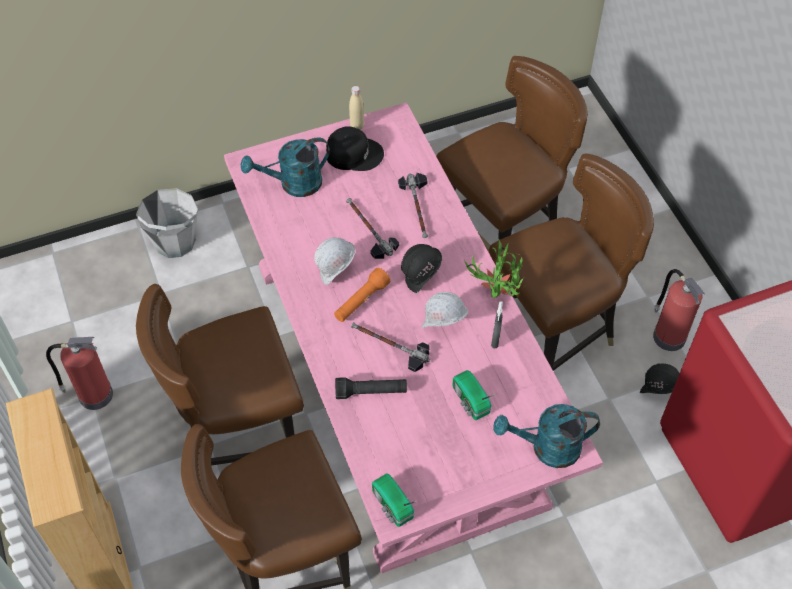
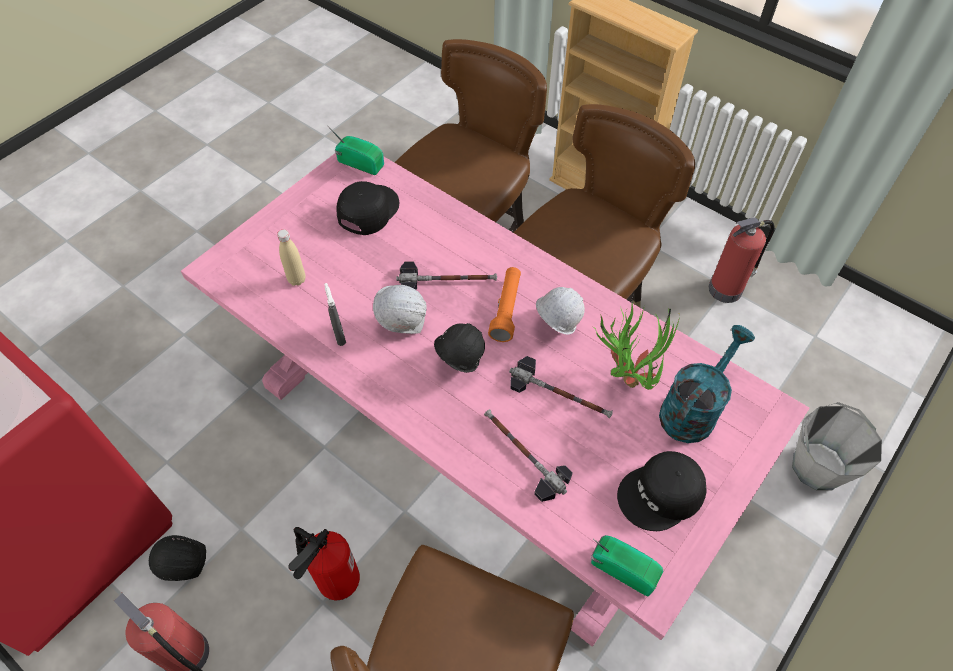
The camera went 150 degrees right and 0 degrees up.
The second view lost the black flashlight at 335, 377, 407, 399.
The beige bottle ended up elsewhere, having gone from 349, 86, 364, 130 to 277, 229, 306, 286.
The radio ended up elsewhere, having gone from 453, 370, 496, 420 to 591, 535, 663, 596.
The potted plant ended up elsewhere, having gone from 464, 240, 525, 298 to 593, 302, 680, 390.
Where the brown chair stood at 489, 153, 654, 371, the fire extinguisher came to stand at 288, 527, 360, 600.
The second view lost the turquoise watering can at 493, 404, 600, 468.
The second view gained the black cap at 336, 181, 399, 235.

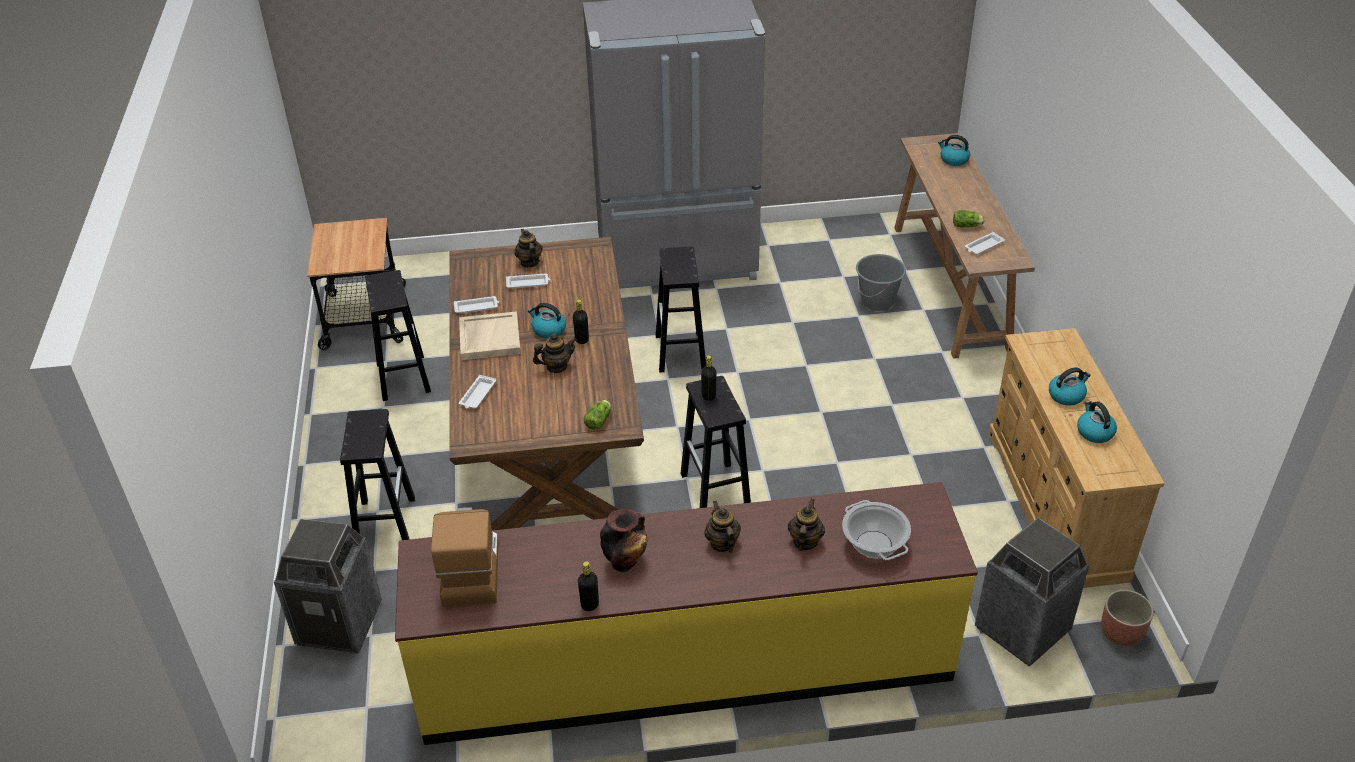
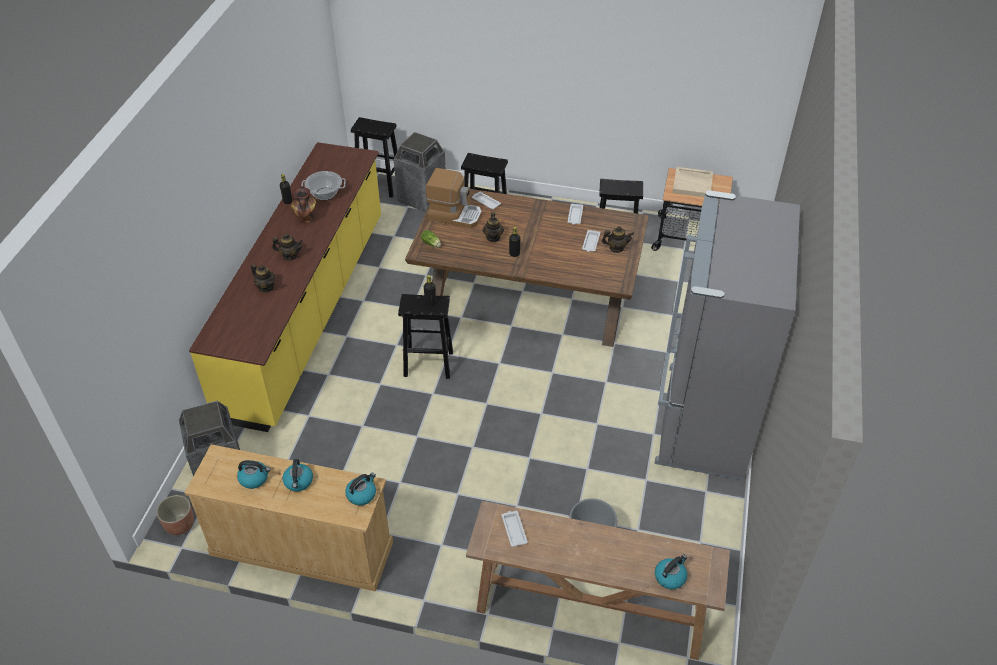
The camera went 110 degrees right and 5 degrees up.
The coffee machine ended up elsewhere, having gone from 431, 507, 499, 607 to 426, 168, 482, 228.
The beige tray ended up elsewhere, having gone from 459, 311, 521, 360 to 672, 167, 713, 197.
The kettle ended up elsewhere, having gone from 528, 303, 566, 339 to 345, 473, 376, 506.
The black stool ended up elsewhere, having gone from 655, 246, 706, 373 to 351, 117, 398, 198.
The cooking pot ended up elsewhere, having gone from 842, 500, 911, 560 to 301, 171, 346, 200.
The second view lost the lettuce at 953, 210, 984, 227.

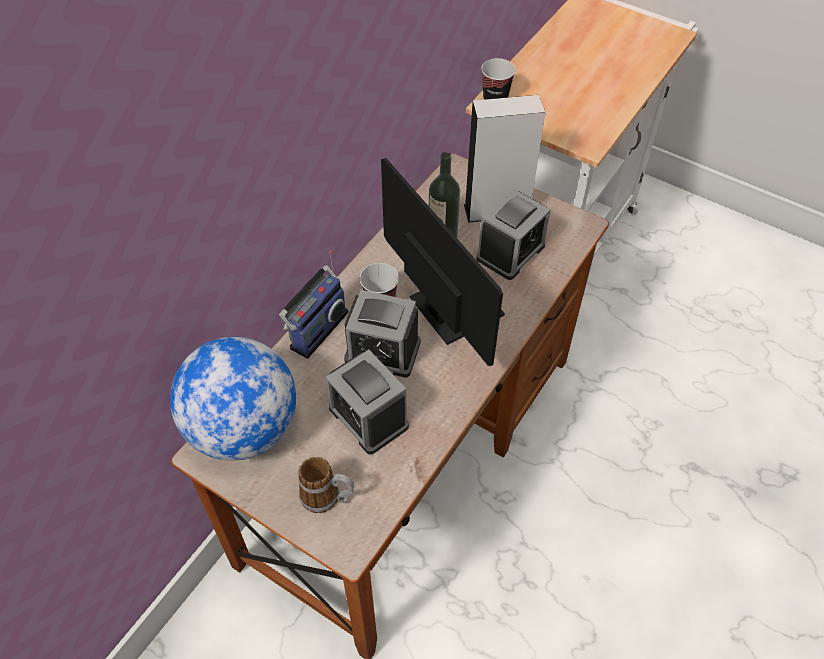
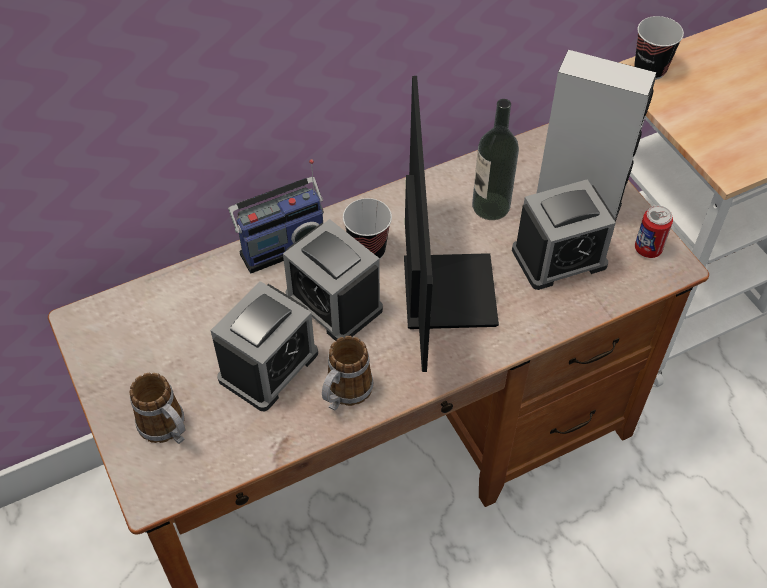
The camera went 30 degrees right and 0 degrees up.
The second view lost the globe at 170, 337, 296, 461.
The alarm clock at 326, 349, 409, 455 ended up facing another way, 135 degrees counterclockwise from before.
The second view gained the mug at 322, 336, 373, 410.
The second view gained the can at 635, 205, 673, 258.

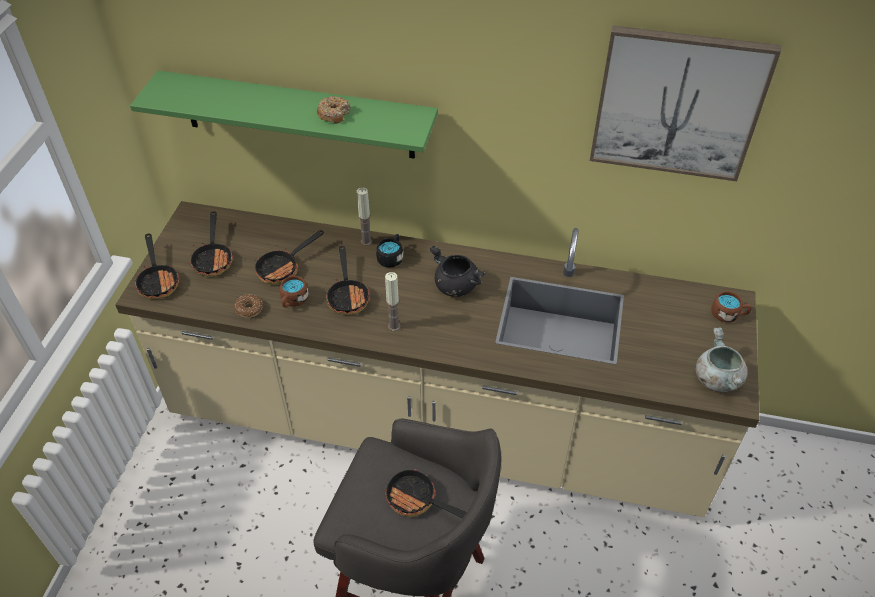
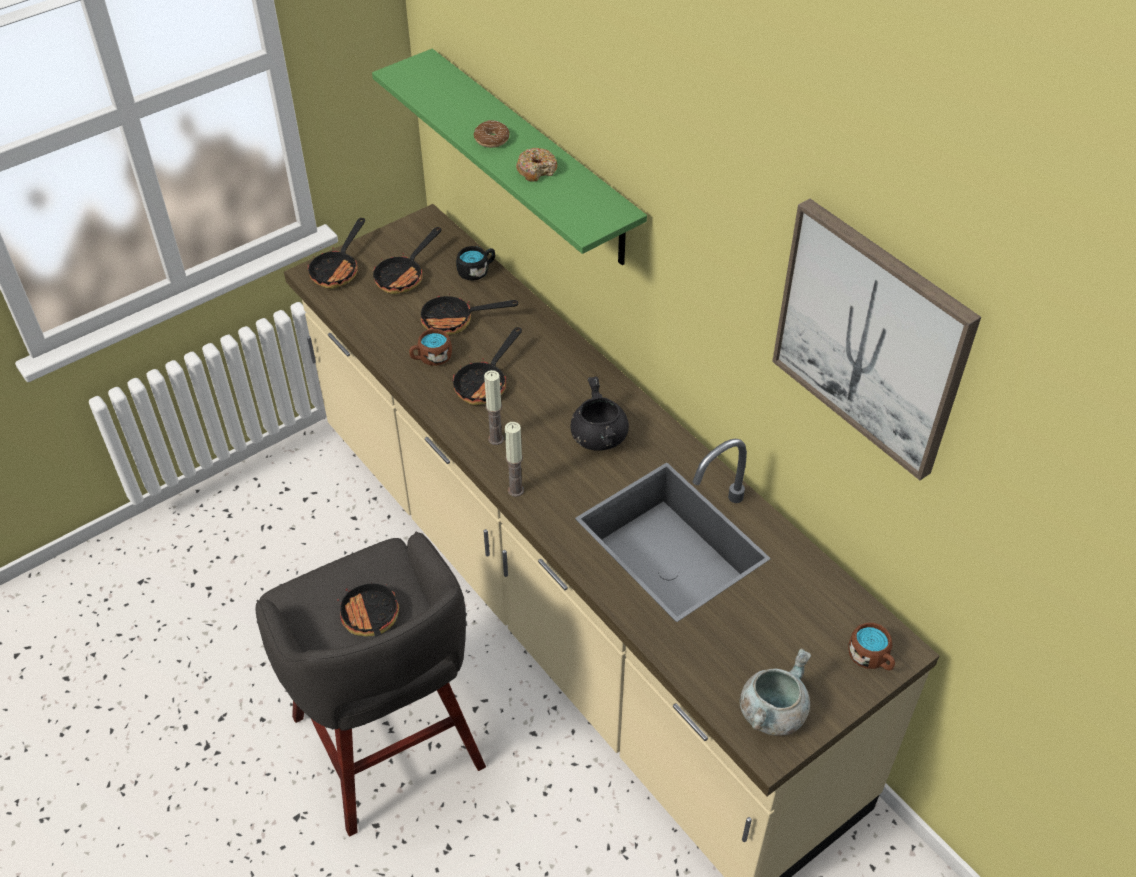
The camera went 40 degrees right and 0 degrees up.
The donut ended up elsewhere, having gone from 234, 294, 263, 318 to 473, 120, 510, 148.
The candle ended up elsewhere, having gone from 357, 187, 372, 246 to 505, 422, 524, 497.
The black mug ended up elsewhere, having gone from 376, 234, 403, 268 to 456, 246, 495, 281.

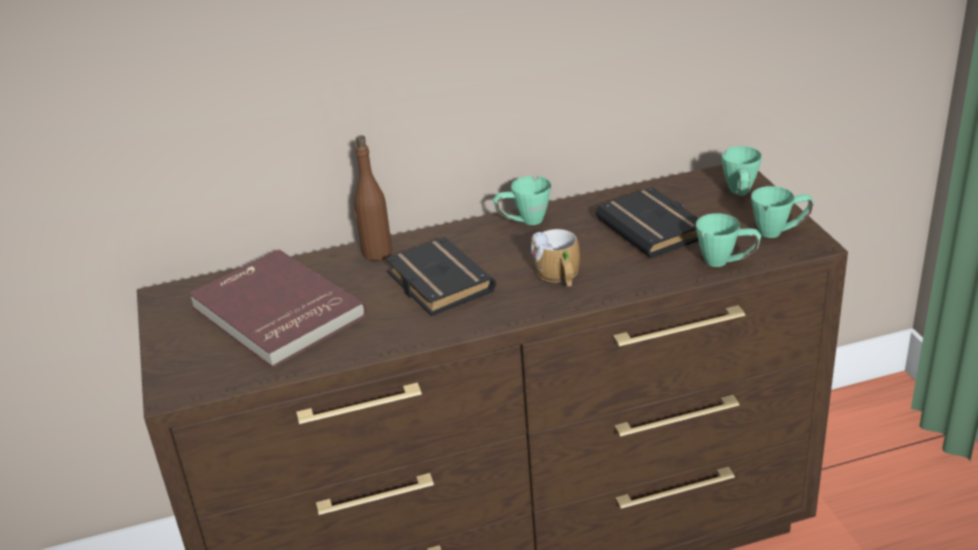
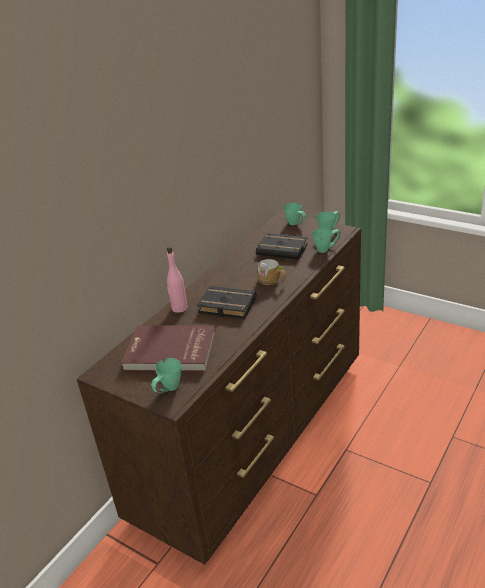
The camera went 40 degrees left and 0 degrees up.
What was the brown bottle at 354, 135, 392, 261 turned into the pink bottle at 167, 246, 188, 313.
The green mug ended up elsewhere, having gone from 493, 176, 551, 225 to 151, 358, 182, 393.

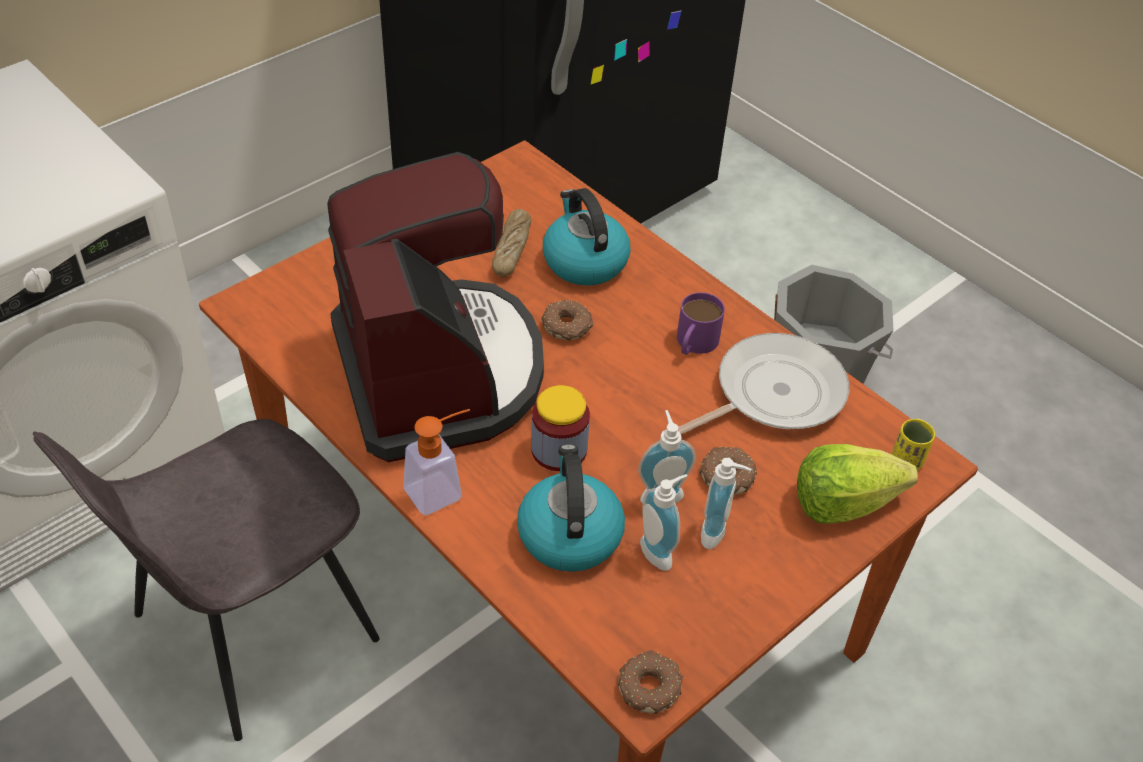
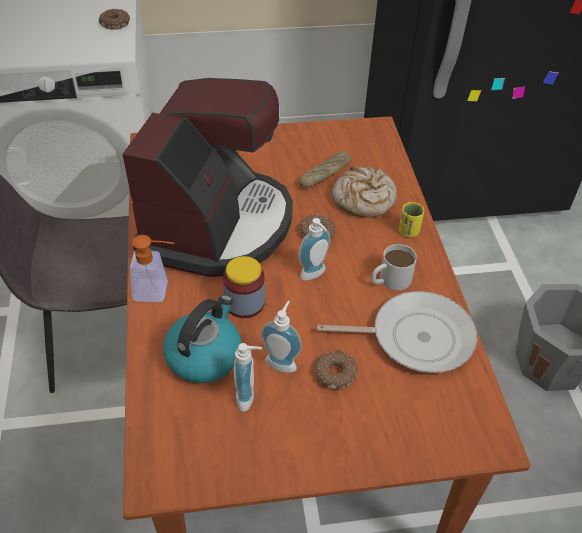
The camera went 35 degrees right and 0 degrees up.
Where the kettle stood at 543, 188, 631, 285, the bread came to stand at 332, 166, 397, 218.
The donut ended up elsewhere, having gone from 618, 650, 683, 714 to 99, 9, 130, 30.
What was the purple mug at 677, 292, 725, 355 turned into the white mug at 371, 244, 417, 290.
The soap dispenser ended up elsewhere, having gone from 701, 458, 751, 549 to 298, 218, 330, 281.
The second view lost the lettuce at 797, 444, 918, 524.
The yellow cup ended up elsewhere, having gone from 891, 419, 935, 471 to 399, 202, 424, 238.

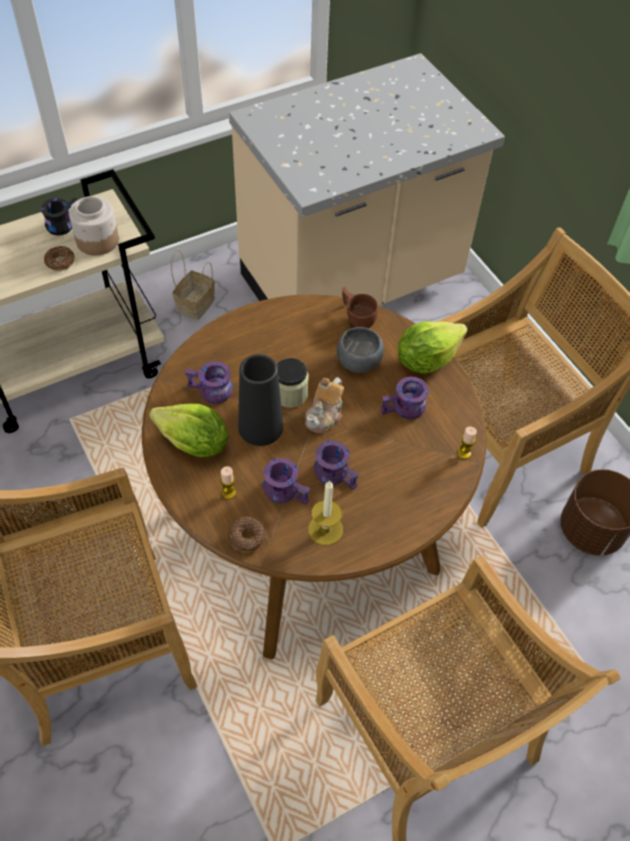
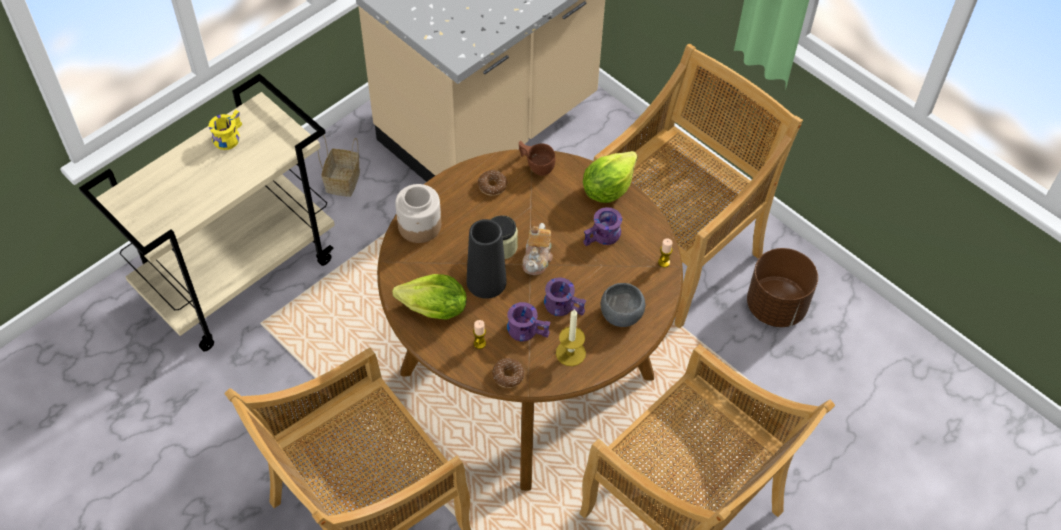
The camera went 15 degrees left and 0 degrees up.
What was the black mug at 41, 198, 78, 235 turned into the yellow mug at 209, 110, 242, 150.
The donut ended up elsewhere, having gone from 44, 246, 75, 271 to 477, 170, 507, 196.
The jar ended up elsewhere, having gone from 69, 196, 119, 256 to 395, 184, 441, 243.
The second view lost the purple mug at 185, 361, 233, 404.
The grey bowl ended up elsewhere, having gone from 337, 327, 384, 373 to 601, 283, 645, 327.

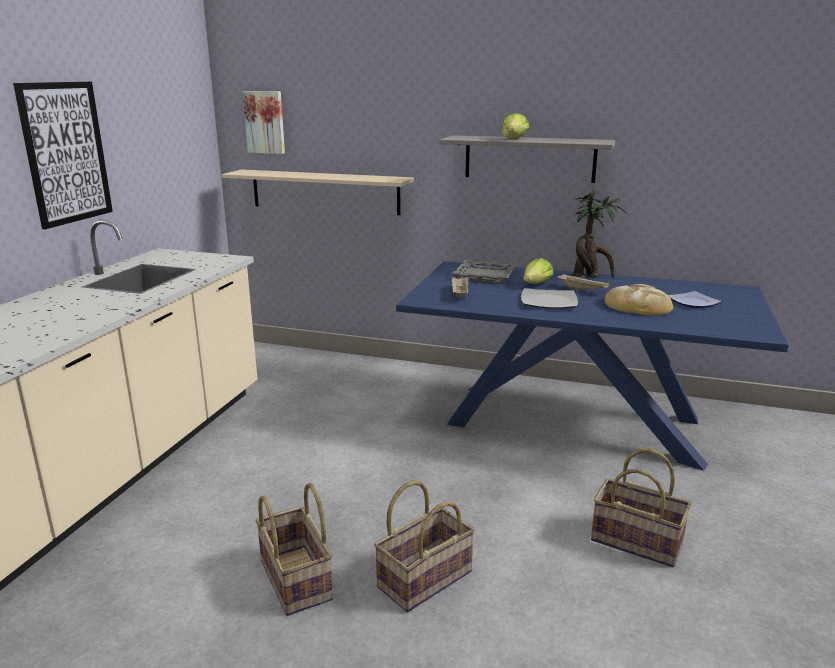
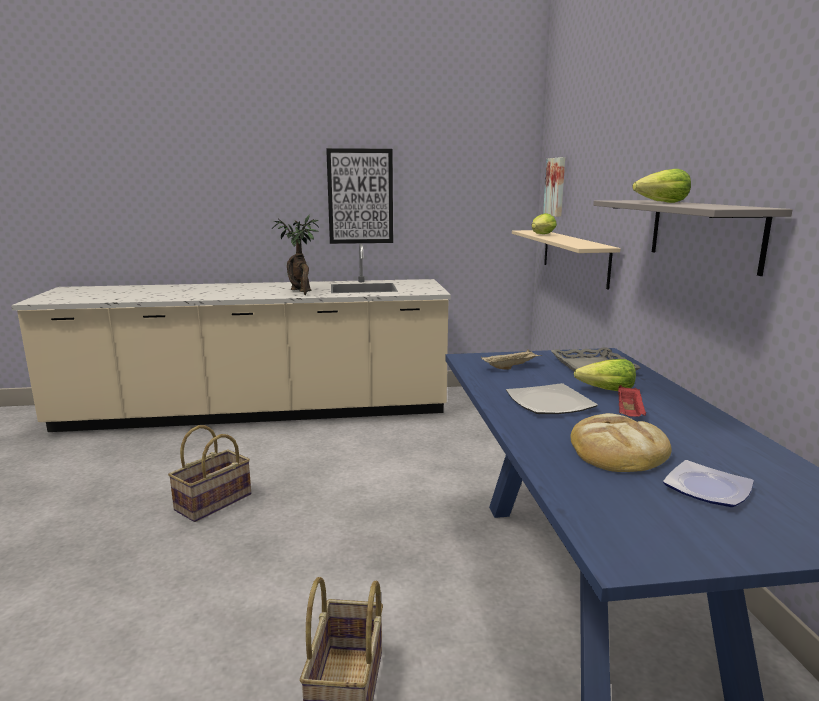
The camera went 65 degrees right and 5 degrees down.
The second view lost the basket at 374, 480, 475, 612.
What was the beige tray at 557, 274, 610, 291 turned into the red tray at 618, 385, 646, 417.
The potted plant ended up elsewhere, having gone from 572, 187, 627, 278 to 272, 215, 319, 295.
The second view gained the lettuce at 531, 213, 557, 234.

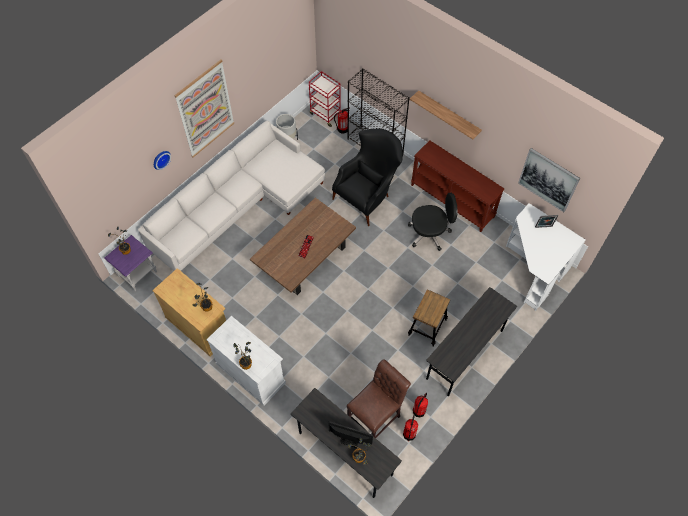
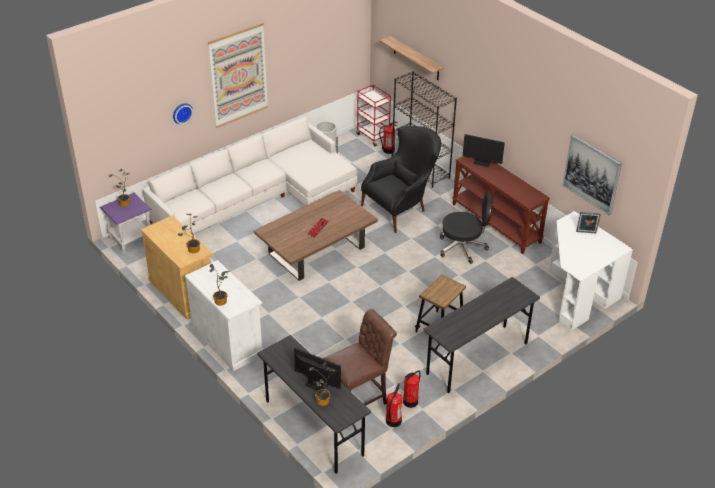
The camera went 10 degrees right and 20 degrees down.
The shelf ended up elsewhere, having gone from 410, 90, 482, 139 to 380, 36, 444, 80.
The second view gained the monitor at 463, 134, 505, 167.

